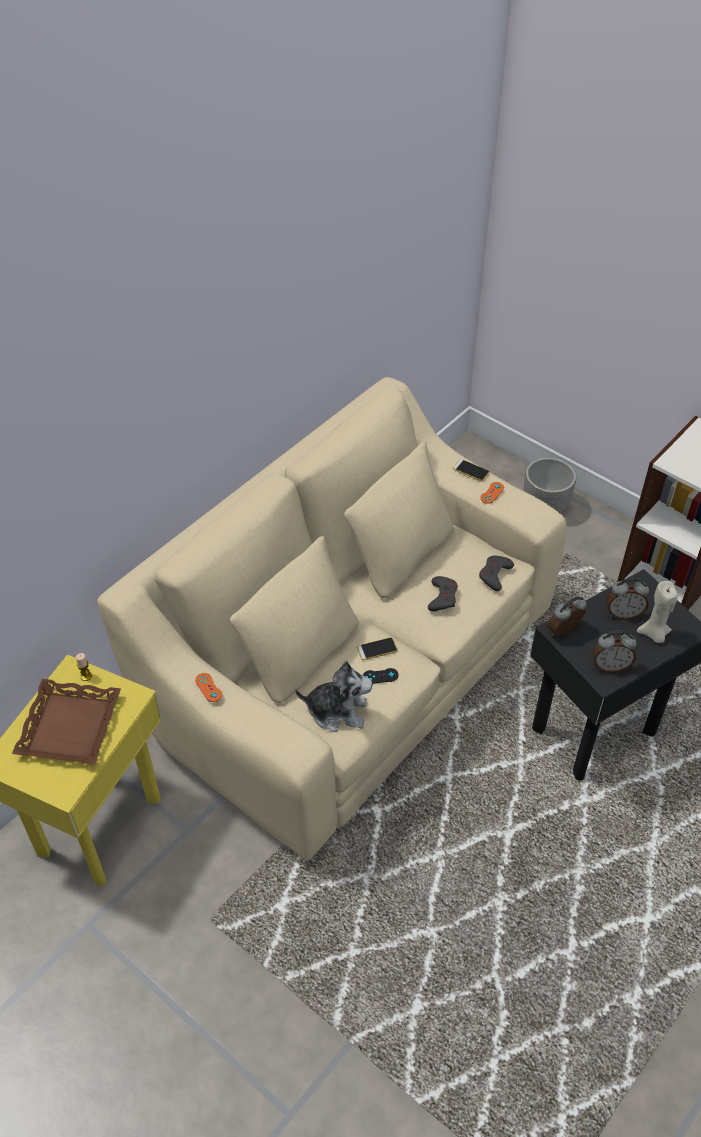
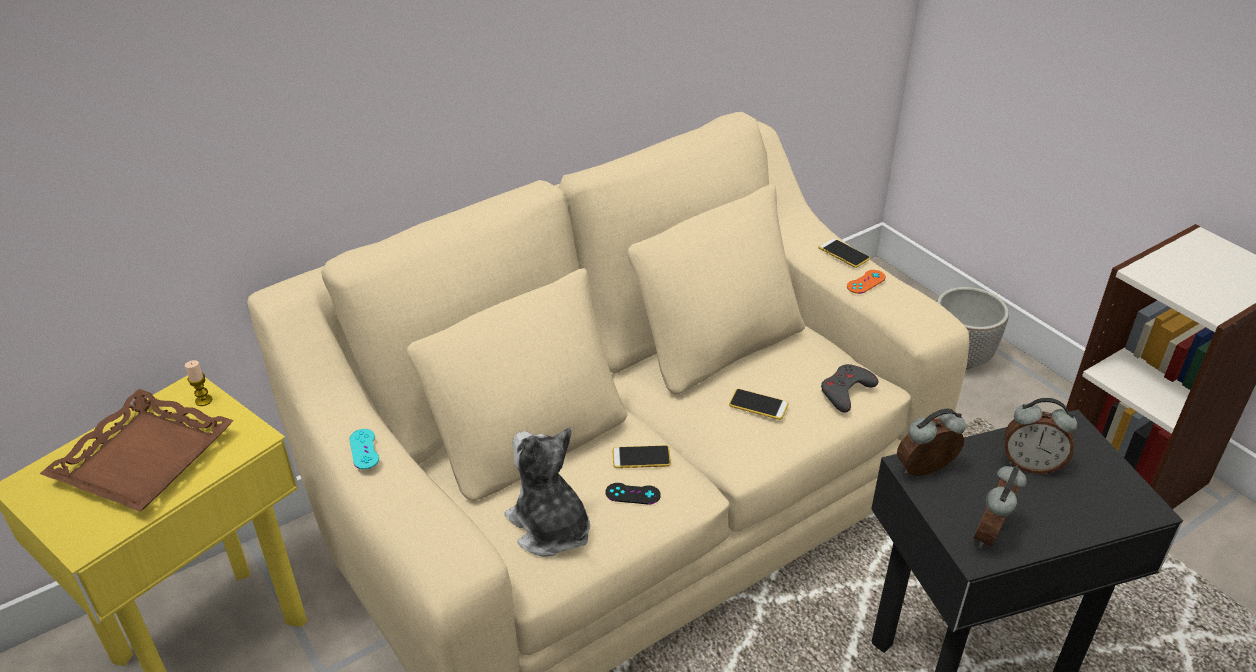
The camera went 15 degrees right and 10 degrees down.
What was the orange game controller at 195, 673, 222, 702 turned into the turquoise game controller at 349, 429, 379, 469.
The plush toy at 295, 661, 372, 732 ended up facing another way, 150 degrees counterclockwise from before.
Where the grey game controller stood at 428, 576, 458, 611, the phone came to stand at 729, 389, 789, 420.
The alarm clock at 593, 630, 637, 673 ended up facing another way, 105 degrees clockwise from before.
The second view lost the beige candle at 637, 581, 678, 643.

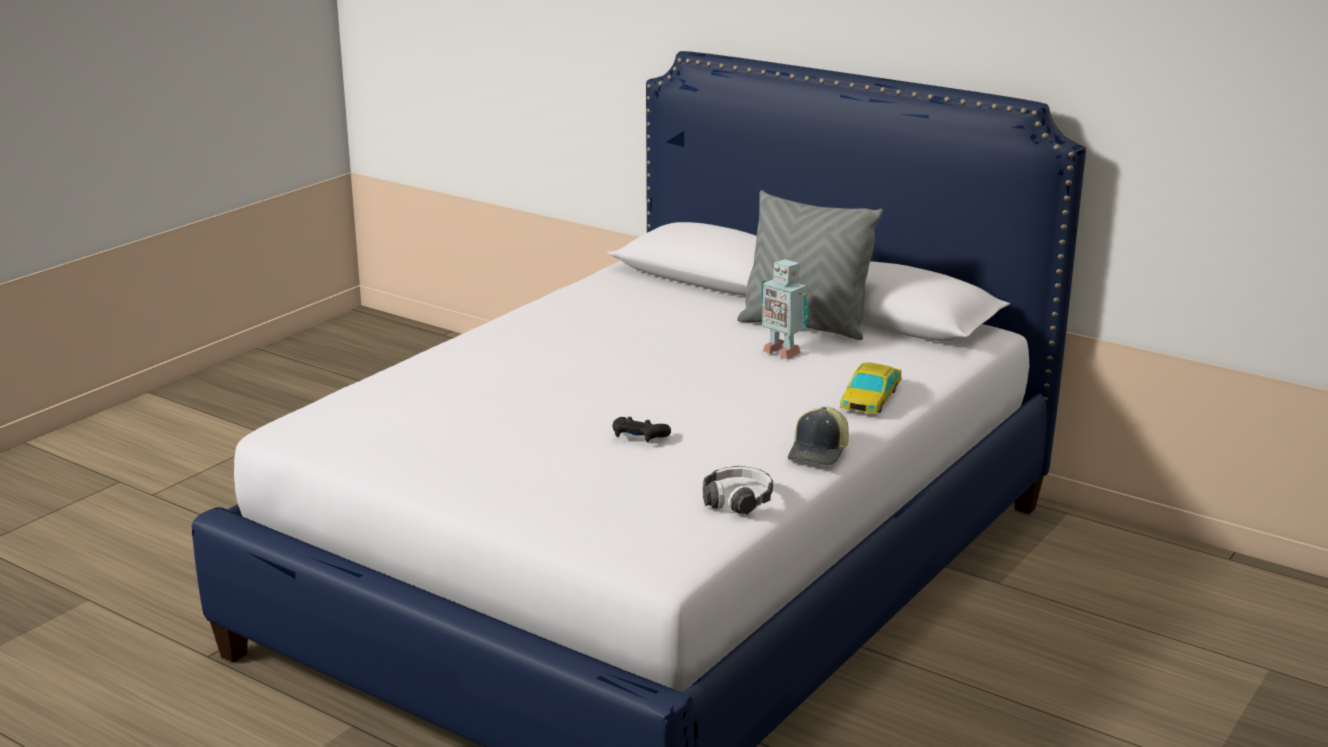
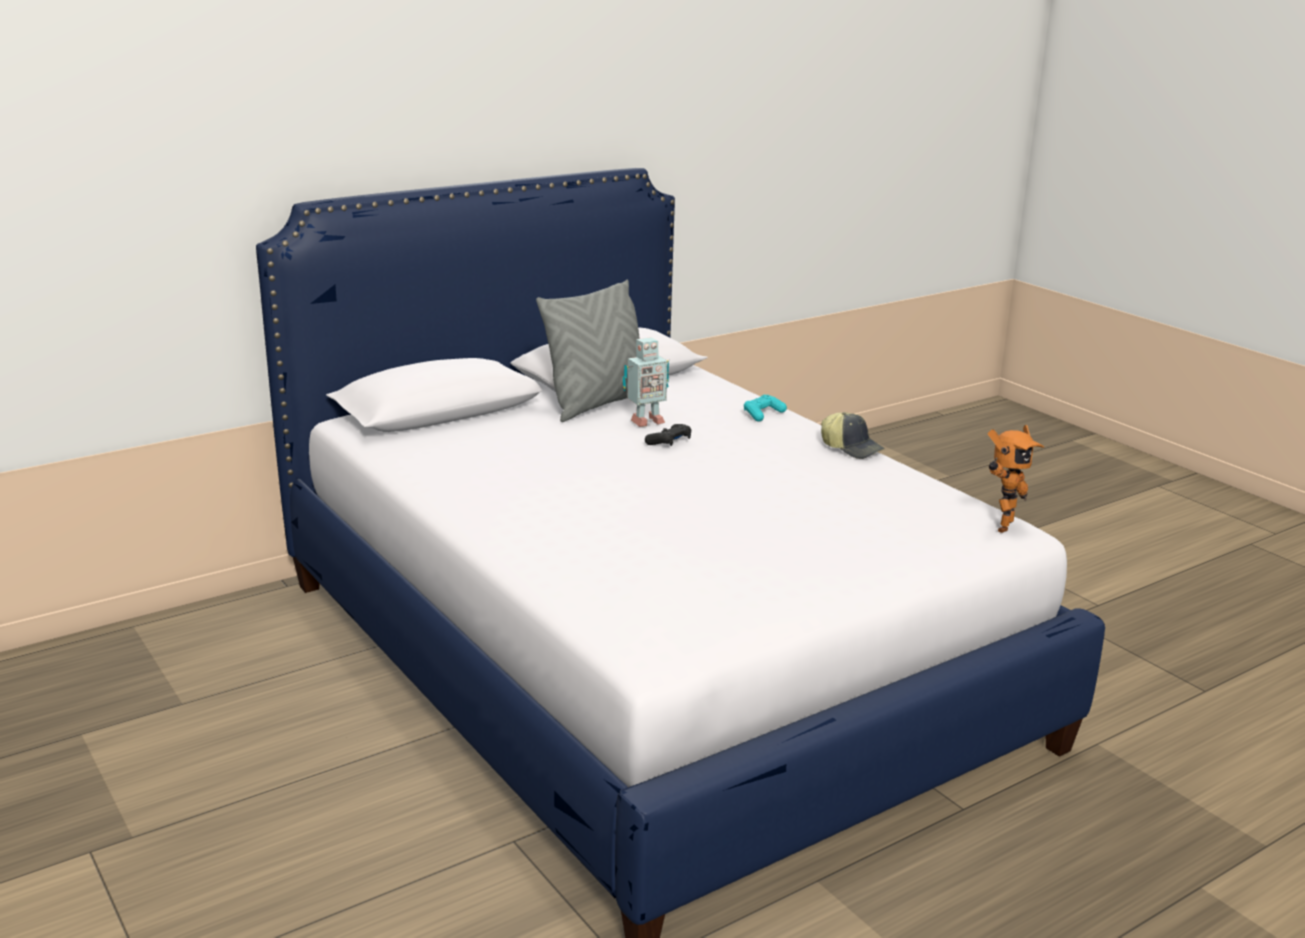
The camera went 70 degrees left and 0 degrees up.
The black game controller ended up elsewhere, having gone from 613, 417, 671, 442 to 645, 424, 691, 446.
The second view lost the headphones at 703, 466, 773, 514.
Where the toy car stood at 840, 362, 901, 414, the turquoise game controller came to stand at 744, 395, 787, 422.
The second view gained the toy robot at 988, 425, 1044, 533.

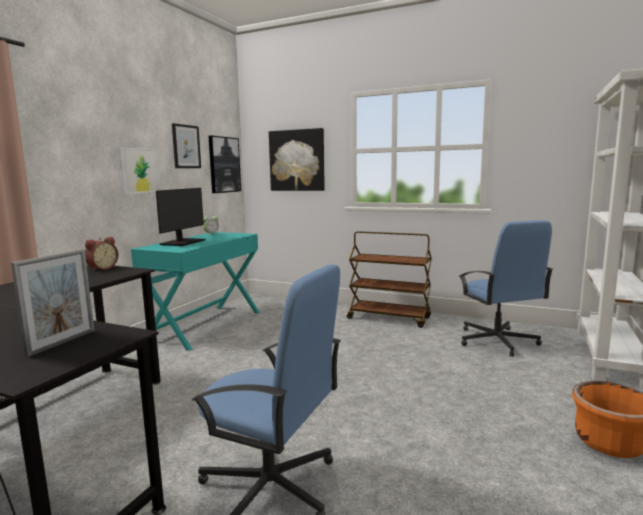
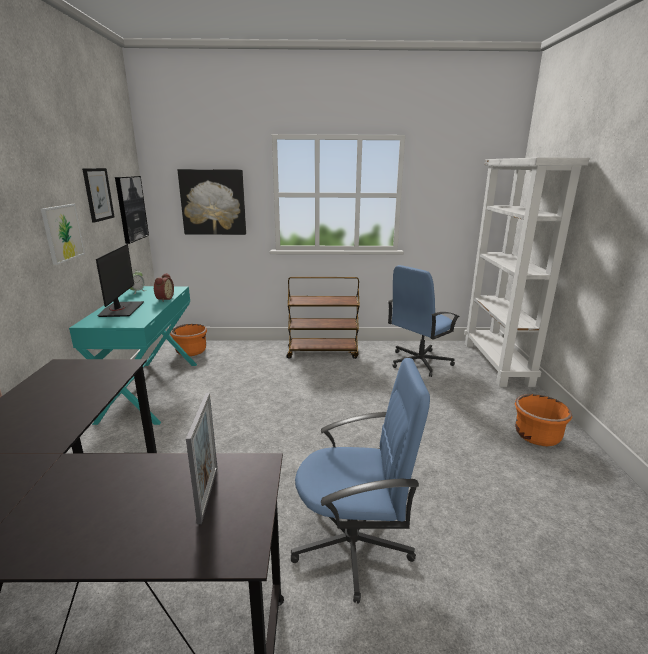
The camera went 25 degrees left and 10 degrees up.
The alarm clock ended up elsewhere, having gone from 85, 237, 118, 271 to 154, 273, 174, 302.
The blue office chair at 459, 220, 553, 357 ended up facing another way, 90 degrees clockwise from before.
The second view gained the orange planter at 170, 324, 207, 356.

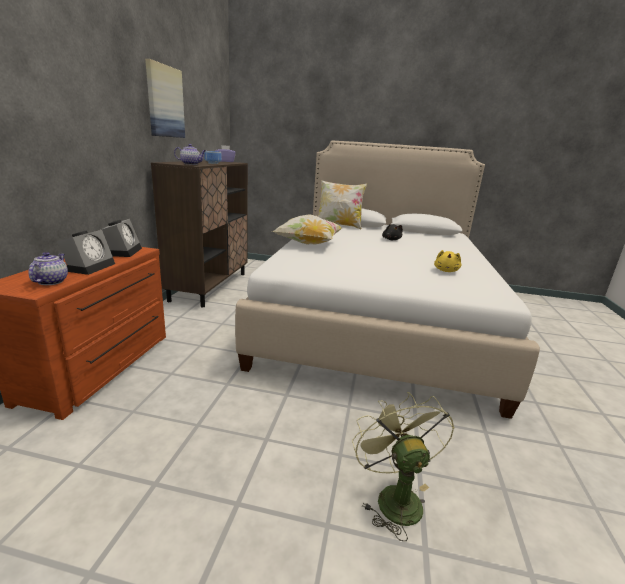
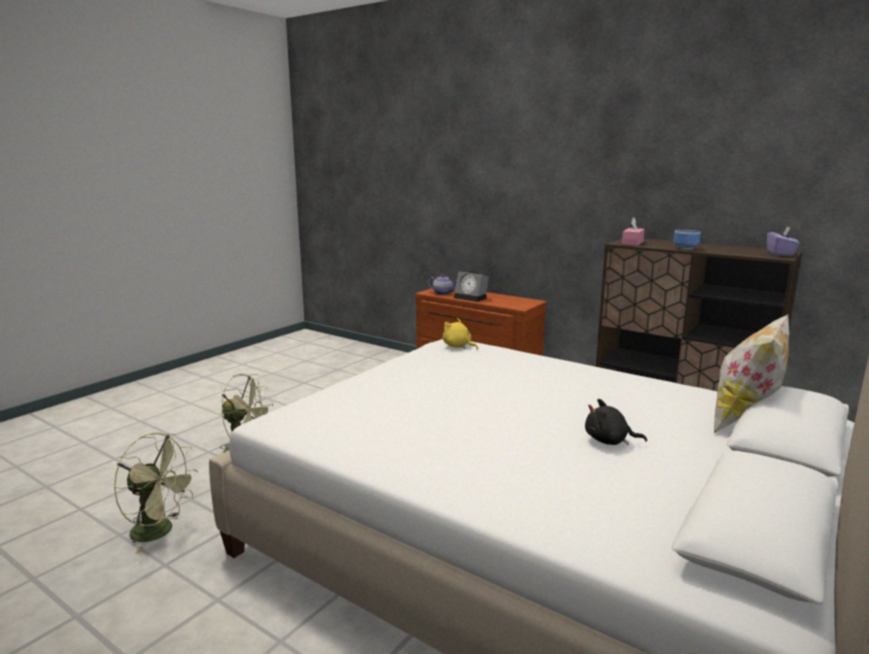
The camera went 115 degrees right and 5 degrees down.
The second view lost the alarm clock at 101, 219, 142, 257.
The second view lost the picture at 145, 59, 185, 138.
Where the teapot stood at 174, 144, 206, 165, the pink tissue box came to stand at 622, 217, 645, 246.
The second view lost the pillow at 271, 214, 342, 245.
The yellow plush toy ended up elsewhere, having gone from 434, 250, 462, 272 to 443, 318, 478, 349.
The second view gained the green fan at 114, 433, 198, 554.

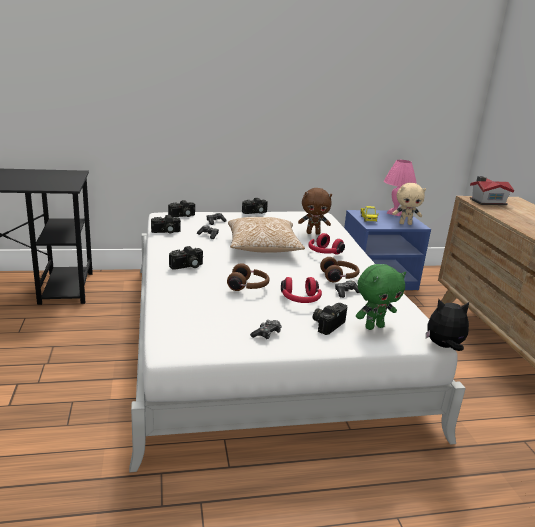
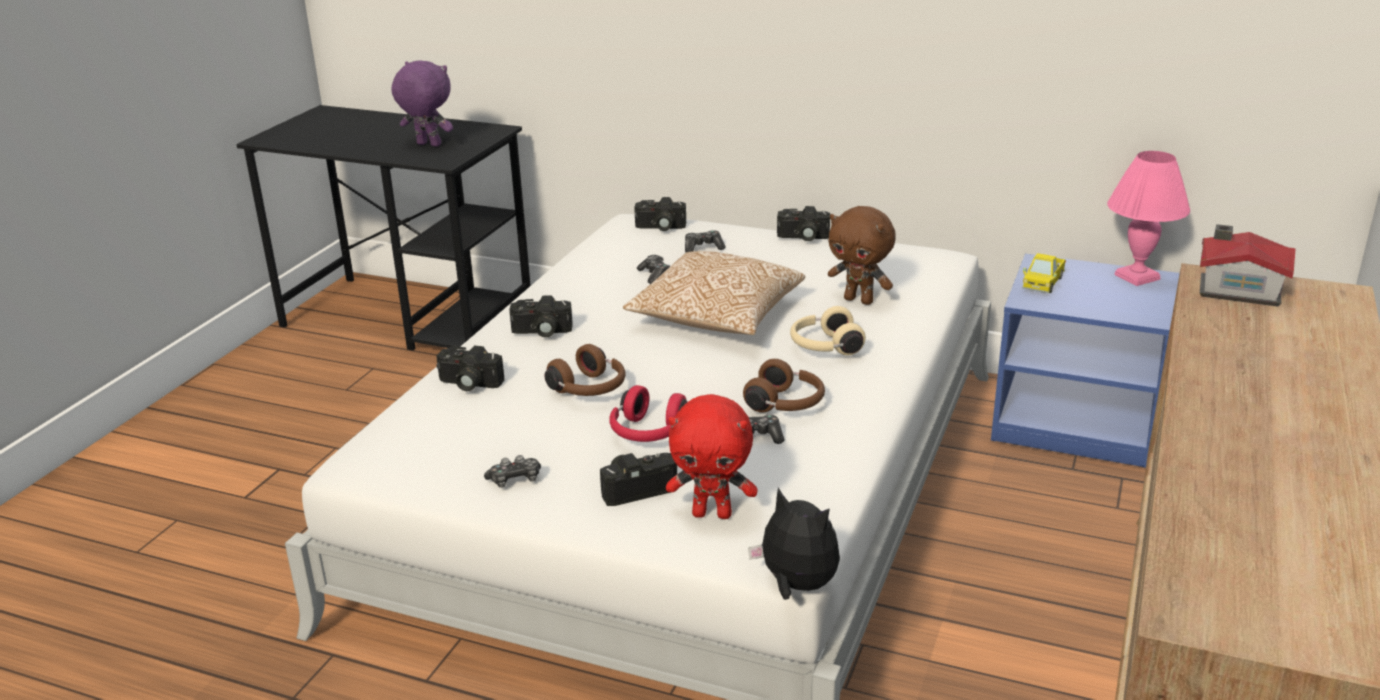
The camera went 35 degrees right and 5 degrees up.
The photo camera ended up elsewhere, having gone from 151, 215, 181, 234 to 436, 345, 505, 391.
What was the red headphones at 308, 233, 345, 254 turned into the beige headphones at 790, 306, 866, 355.
What was the green plush toy at 356, 264, 406, 330 turned into the red plush toy at 666, 394, 758, 519.
The second view lost the beige plush toy at 392, 183, 426, 225.
The second view gained the purple plush toy at 392, 60, 453, 147.

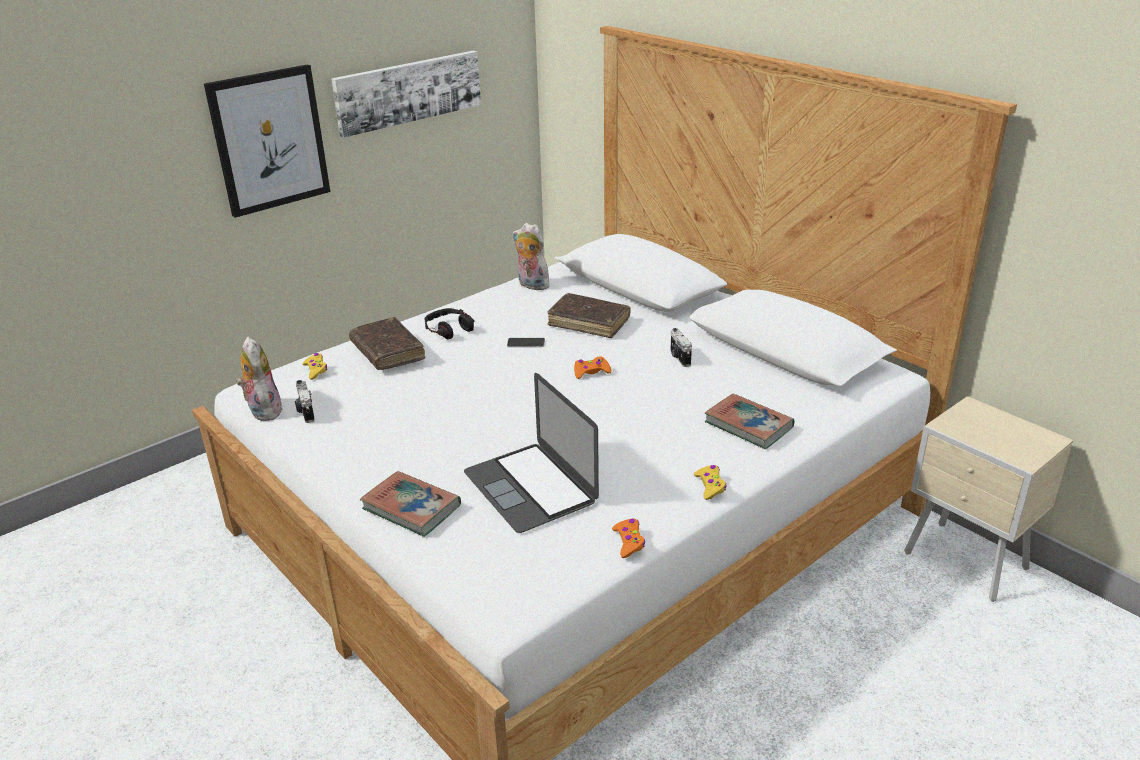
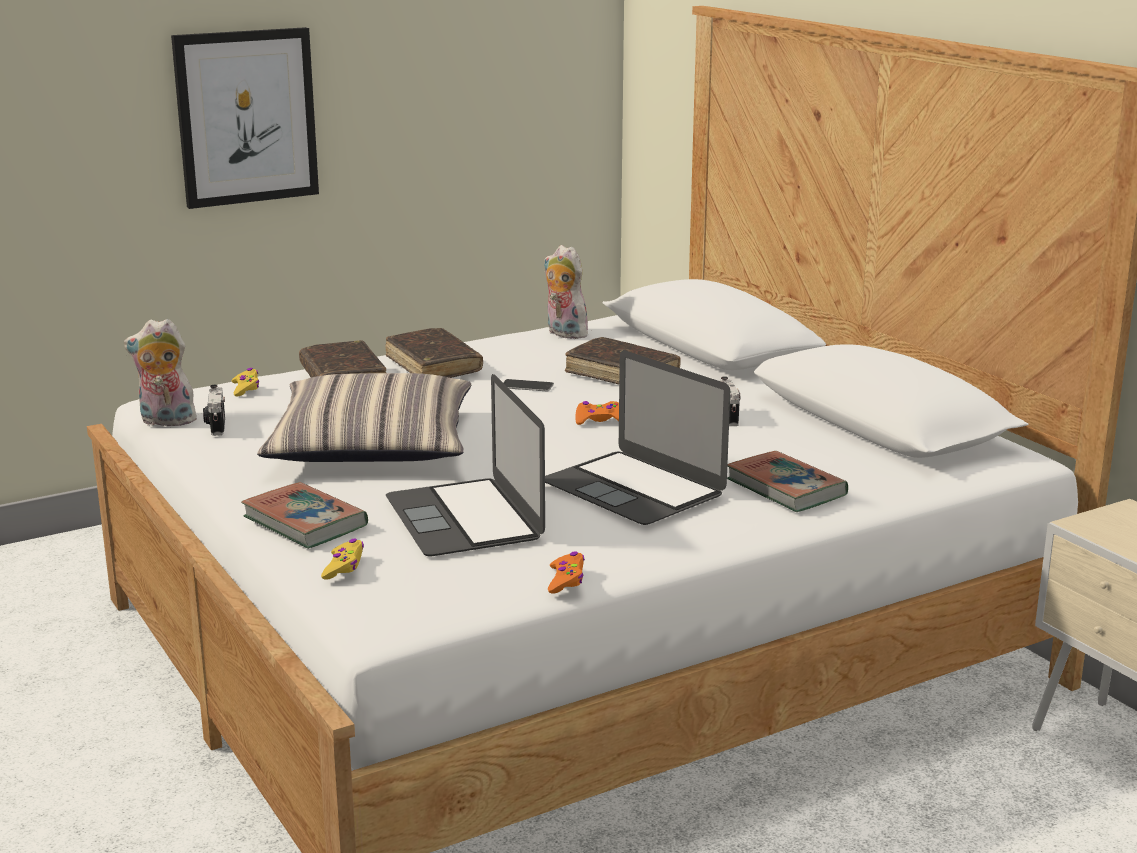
The camera went 10 degrees right and 10 degrees down.
The plush toy at 237, 337, 283, 421 ended up facing another way, 75 degrees counterclockwise from before.
The second view lost the picture at 331, 51, 481, 138.
Where the headphones stood at 424, 308, 474, 340, the brown book came to stand at 386, 328, 483, 378.
The yellow game controller ended up elsewhere, having gone from 694, 465, 727, 500 to 321, 539, 364, 580.
The second view gained the pillow at 257, 373, 471, 462.
The second view gained the laptop at 545, 350, 730, 525.

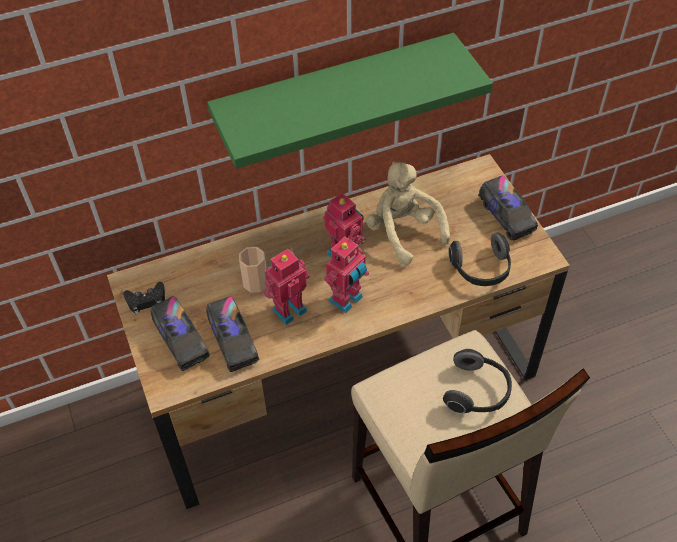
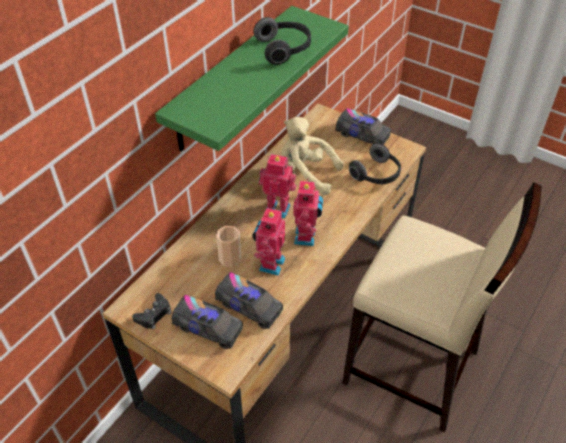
The camera went 35 degrees left and 5 degrees down.
The headphones ended up elsewhere, having gone from 443, 349, 512, 414 to 254, 17, 311, 65.

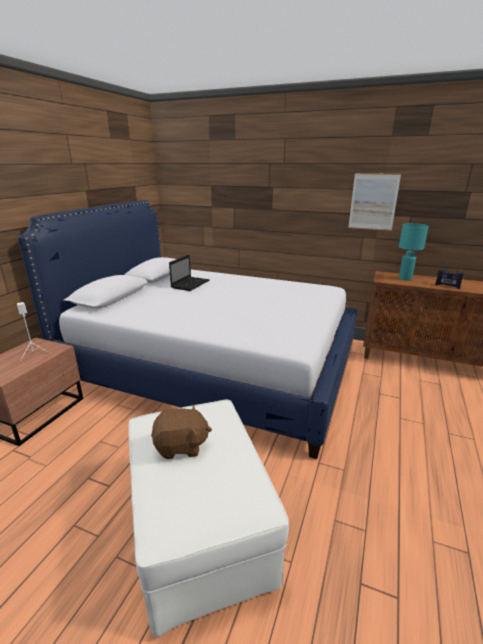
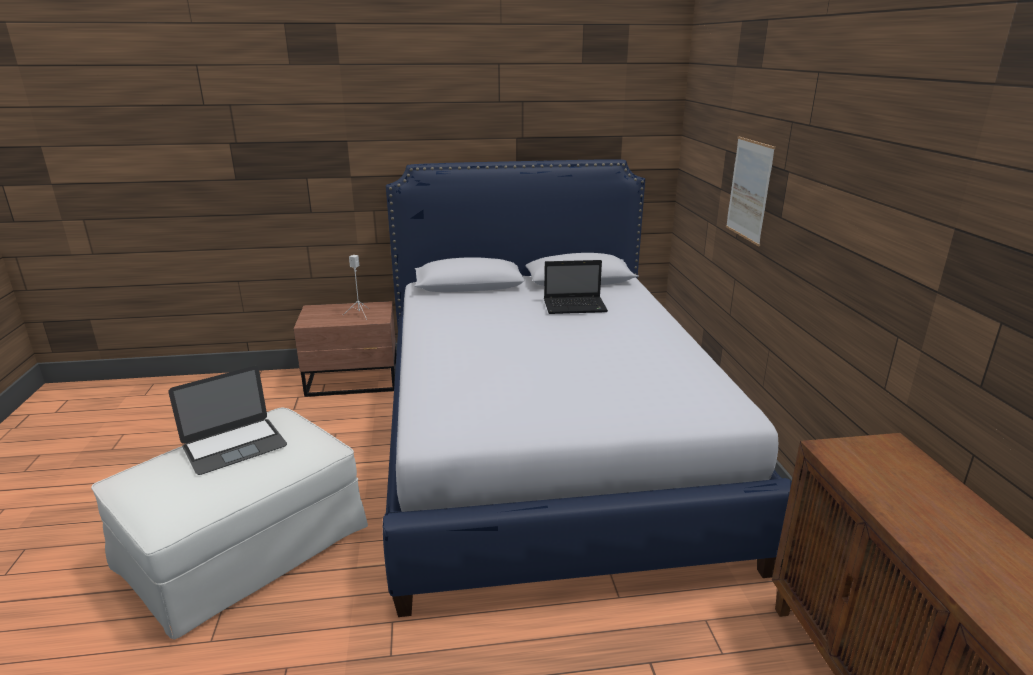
The camera went 60 degrees right and 0 degrees up.
Where the brown plush toy stood at 151, 404, 212, 459, the laptop came to stand at 168, 366, 287, 475.
The picture ended up elsewhere, having gone from 348, 173, 401, 231 to 726, 136, 775, 246.
The second view lost the turquoise table lamp at 399, 223, 429, 280.
The second view lost the radio at 435, 263, 464, 289.

